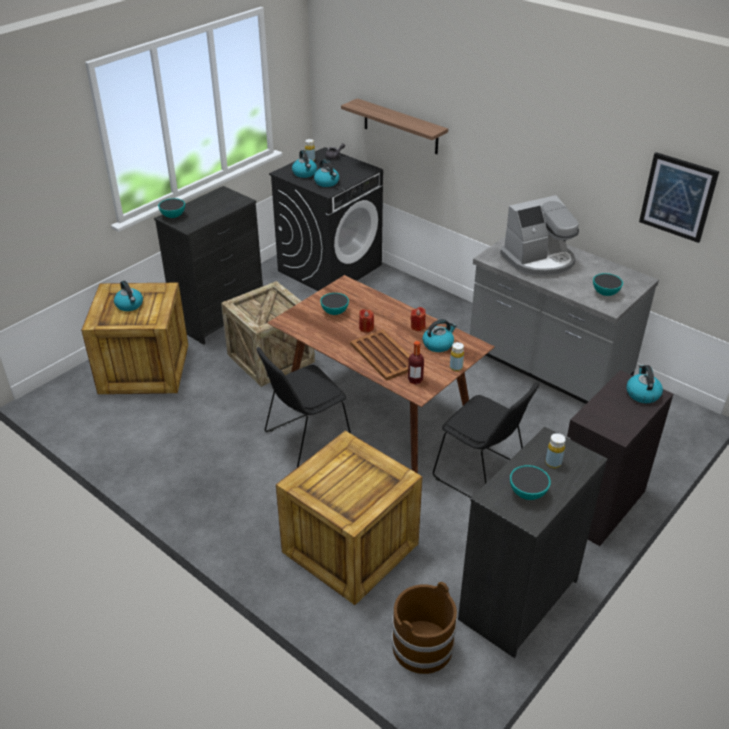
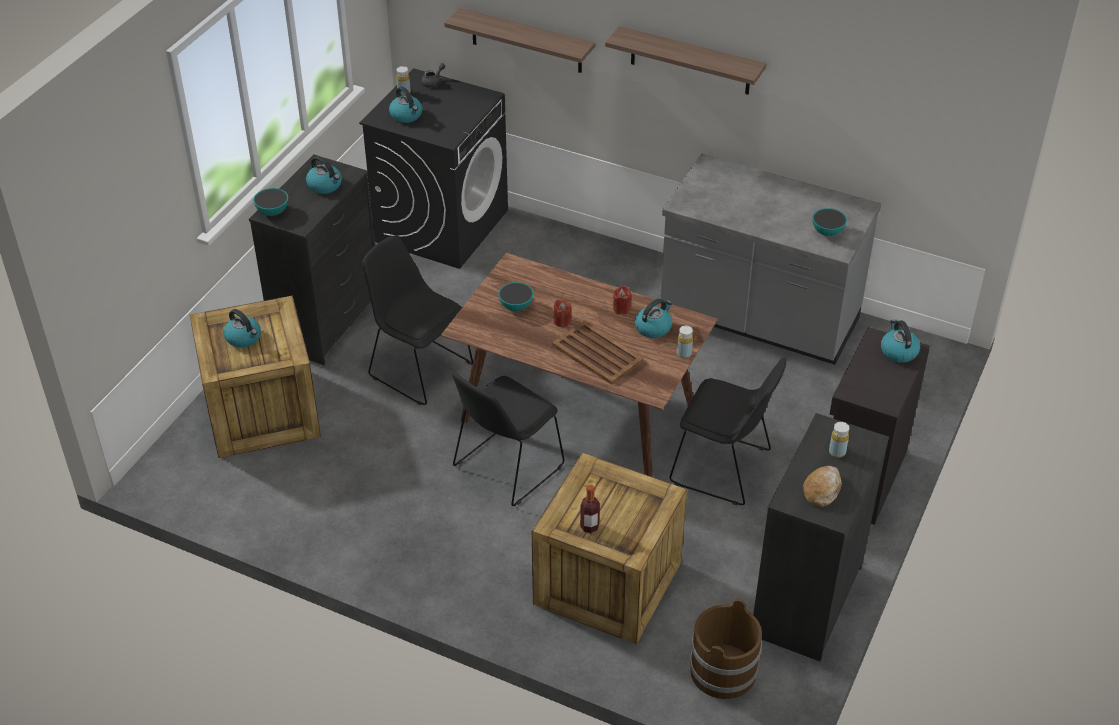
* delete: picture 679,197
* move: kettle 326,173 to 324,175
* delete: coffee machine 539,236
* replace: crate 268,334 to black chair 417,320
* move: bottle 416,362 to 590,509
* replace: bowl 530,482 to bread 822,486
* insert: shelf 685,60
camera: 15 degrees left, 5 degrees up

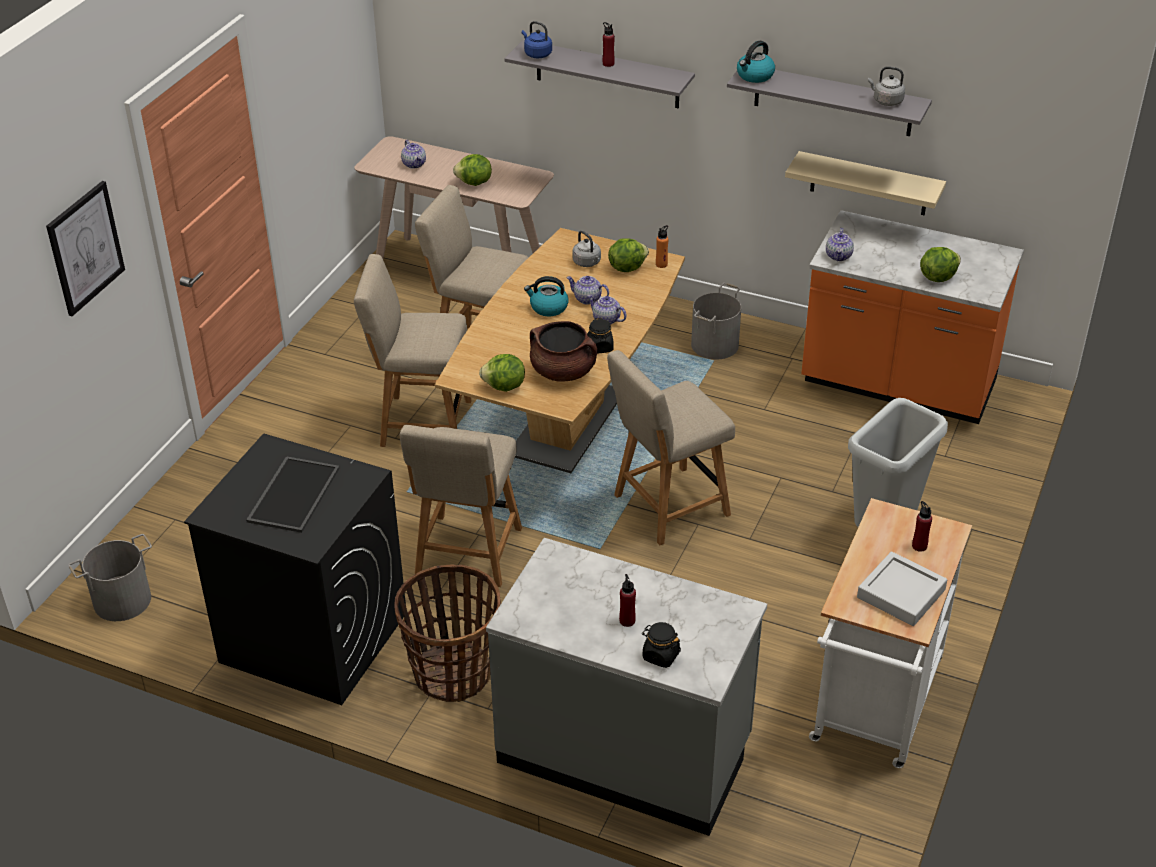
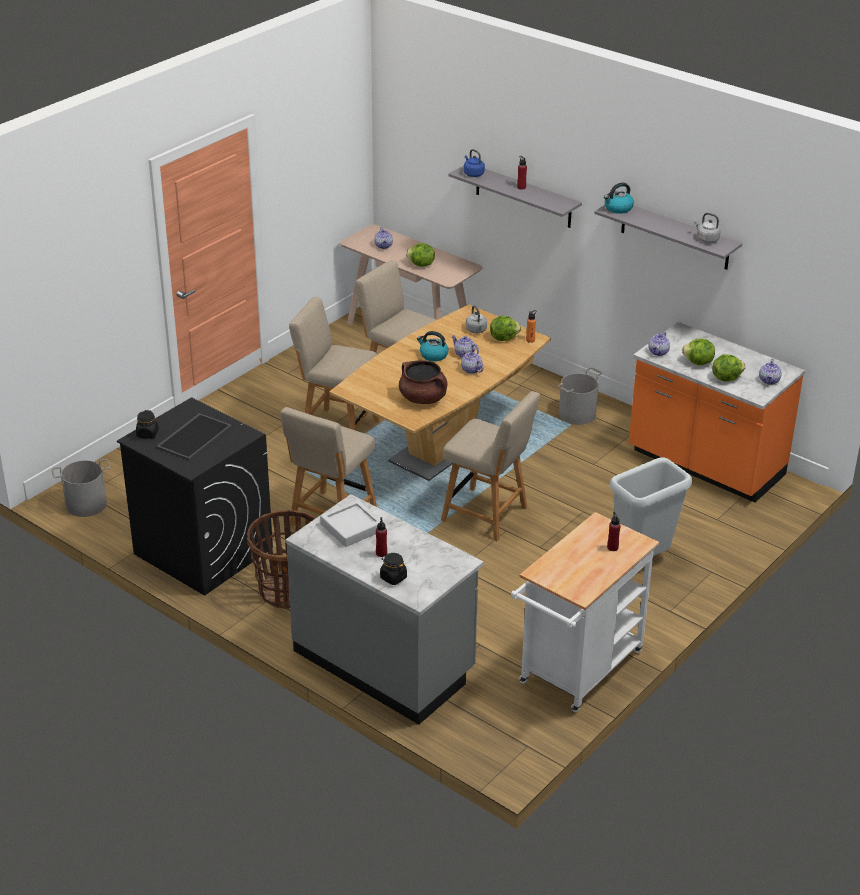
* delete: beige shelf 865,183
* delete: picture 85,248
* move: black jar 600,336 to 147,424
* rotate: beige chair 671,447 = 490,466 135 degrees counterclockwise
* move: lettuce 502,373 to 698,352
* move: grey tray 902,588 to 352,523
* insert: teapot 770,372
camera: 15 degrees right, 5 degrees down

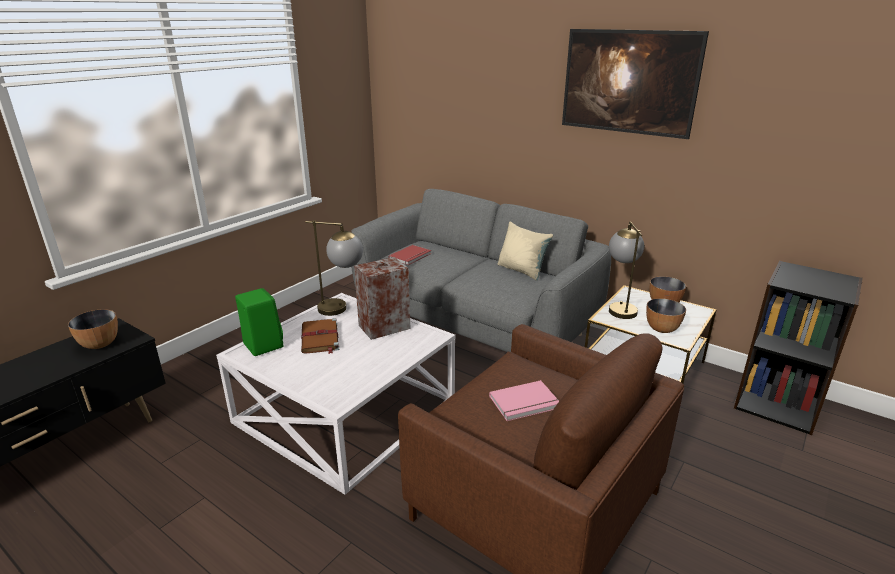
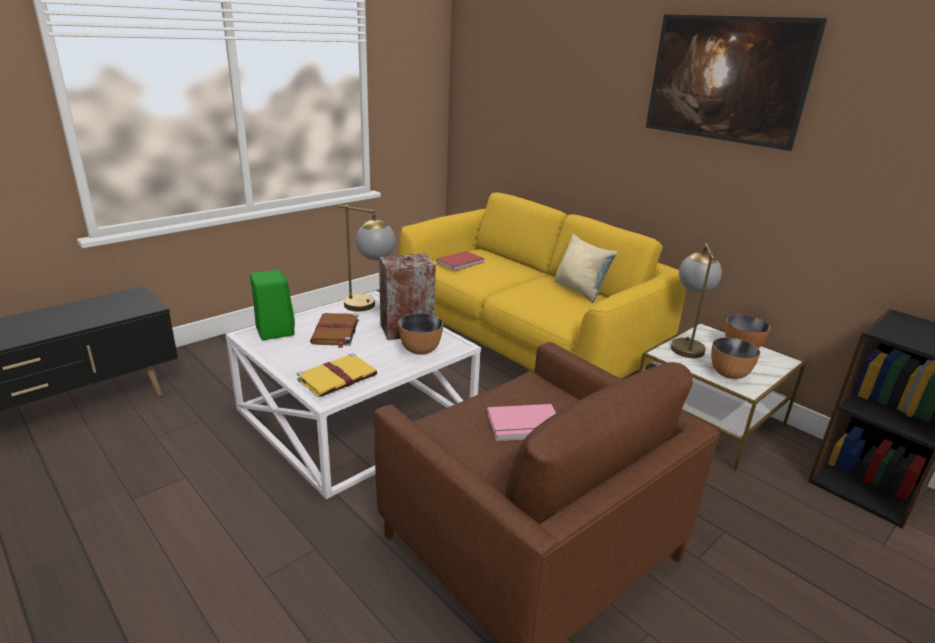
* recolor: grey sofa 481,270 to yellow sofa 542,286
* move: bowl 93,329 to 420,334
* insert: yellow book 337,375
camera: 10 degrees right, 0 degrees up

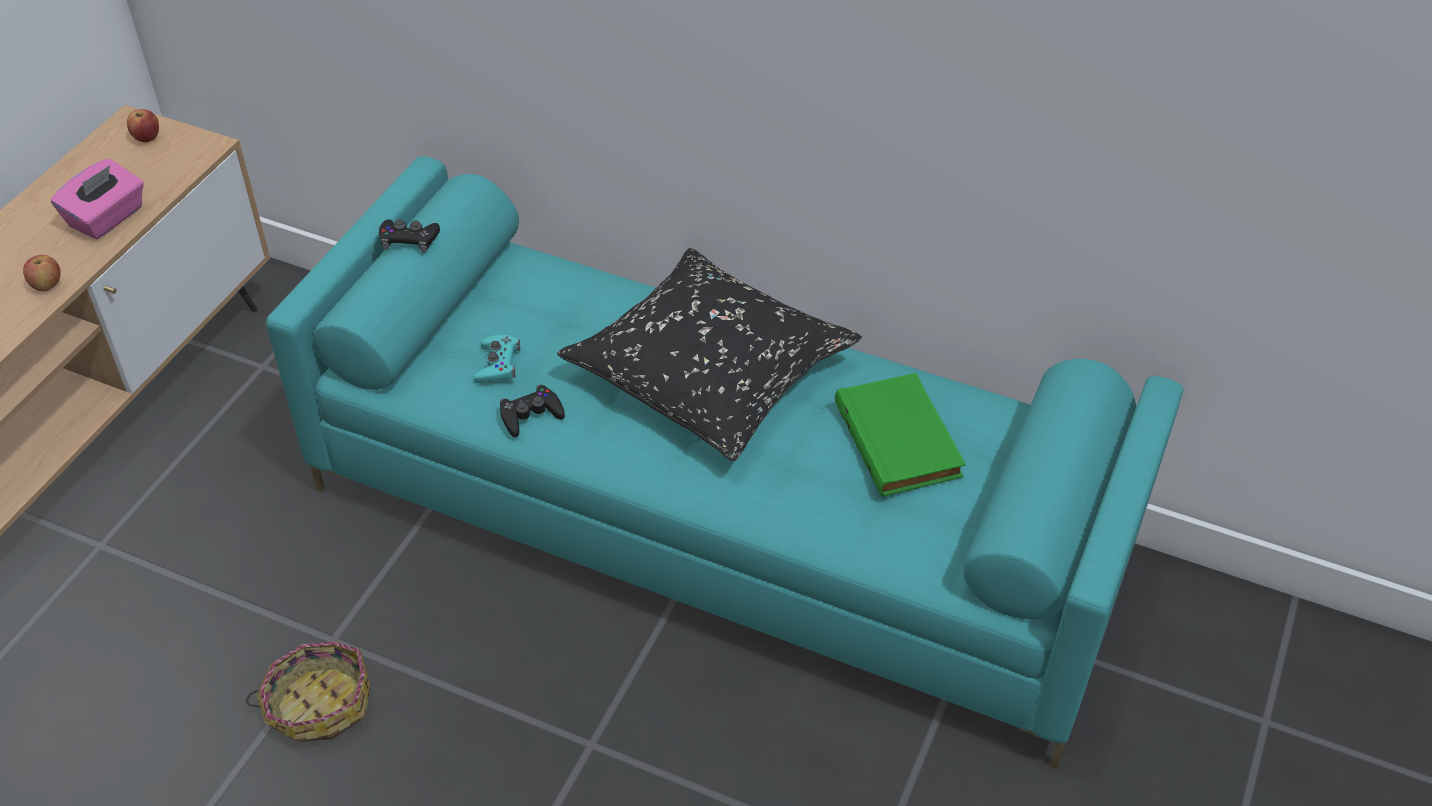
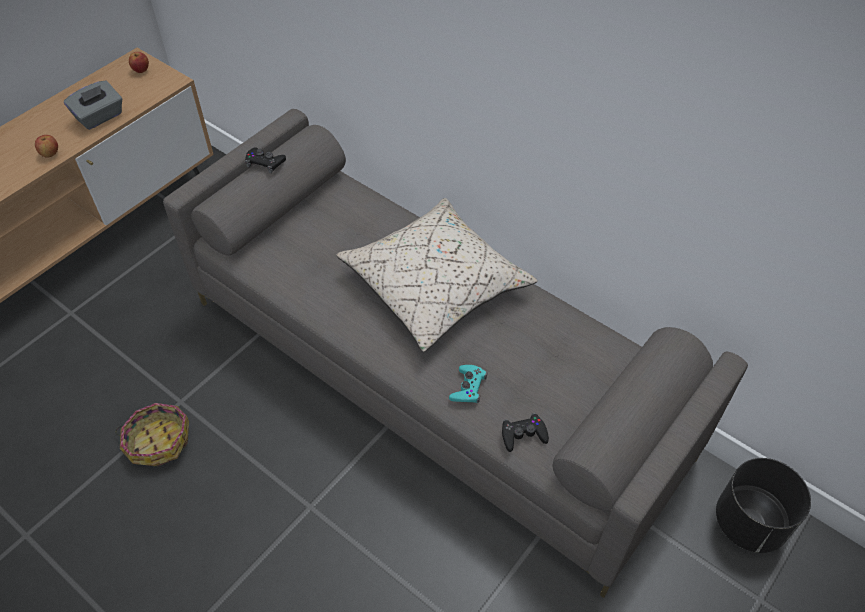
* recolor: turquoise sofa 724,462 to grey sofa 455,353
* recolor: pink tissue box 97,199 to grey tissue box 93,105
* recolor: black pillow 710,354 to beige pillow 437,275
* move: turquoise game controller 497,359 to 468,384
* delete: green book 900,435
* move: black game controller 532,410 to 525,432
* insert: black planter 763,505
camera: 15 degrees right, 5 degrees up

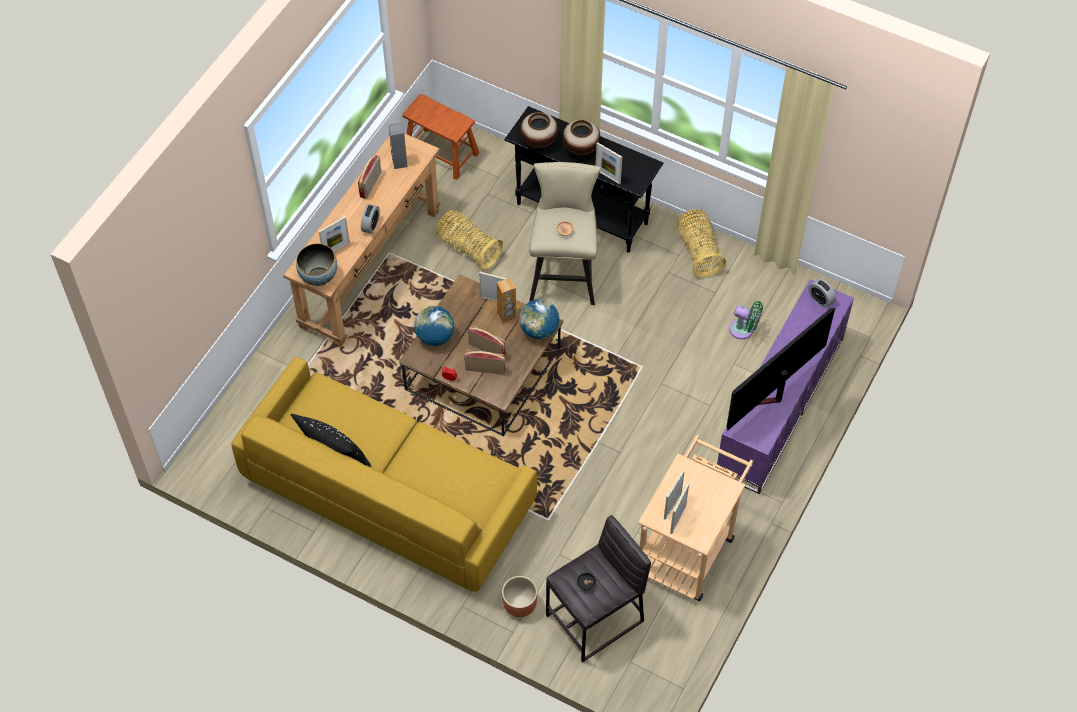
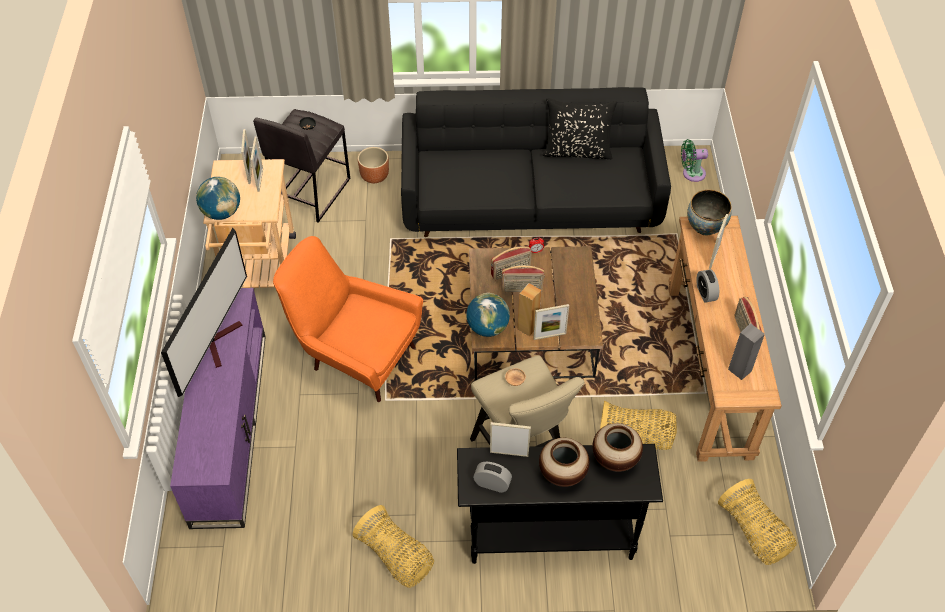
* replace: brown stool 440,137 to basket 757,522
* move: alarm clock 822,293 to 492,477
* move: green fan 746,320 to 694,160
* move: globe 434,326 to 218,198
* recolor: yellow sofa 384,474 to black sofa 536,162
* insert: orange armchair 348,319
camera: 150 degrees right, 5 degrees down

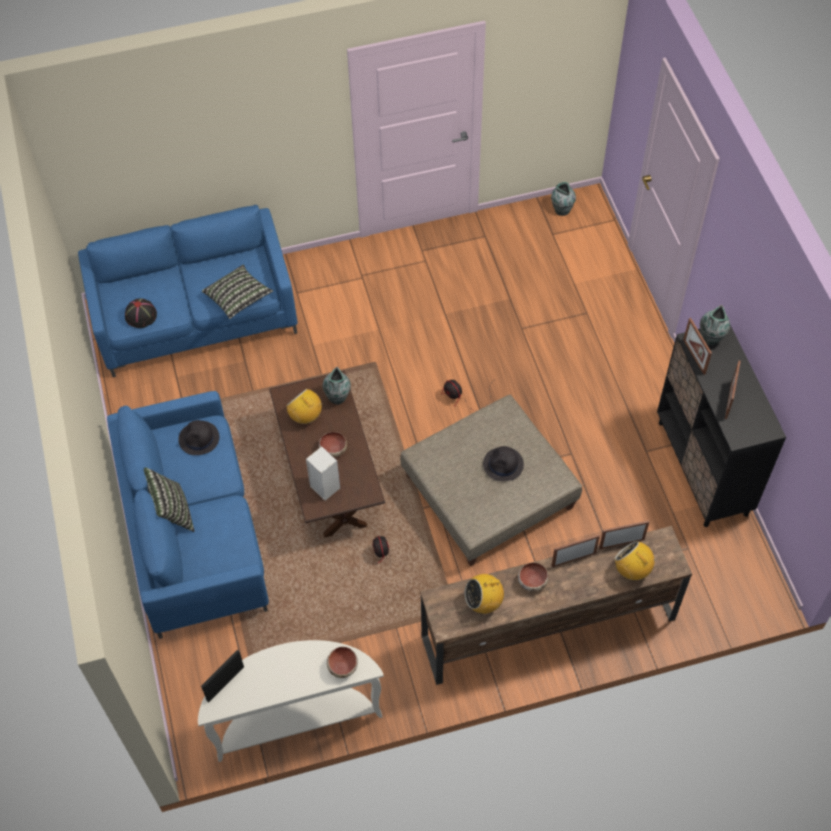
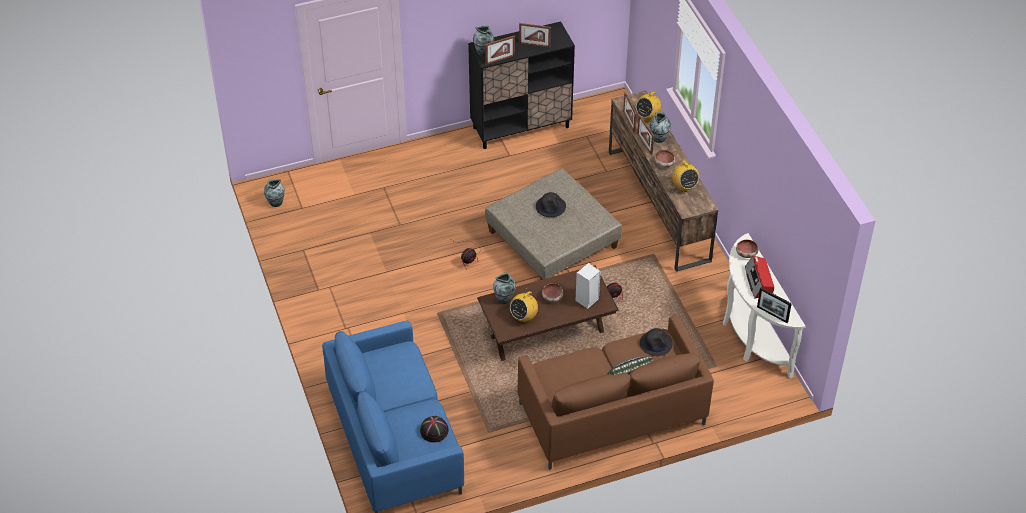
* delete: pillow 237,291
* recolor: blue sofa 188,515 to brown sofa 615,392
* move: black hat 198,437 to 656,342
* insert: vase 660,127
* insert: radio 759,277
camera: 95 degrees left, 10 degrees down

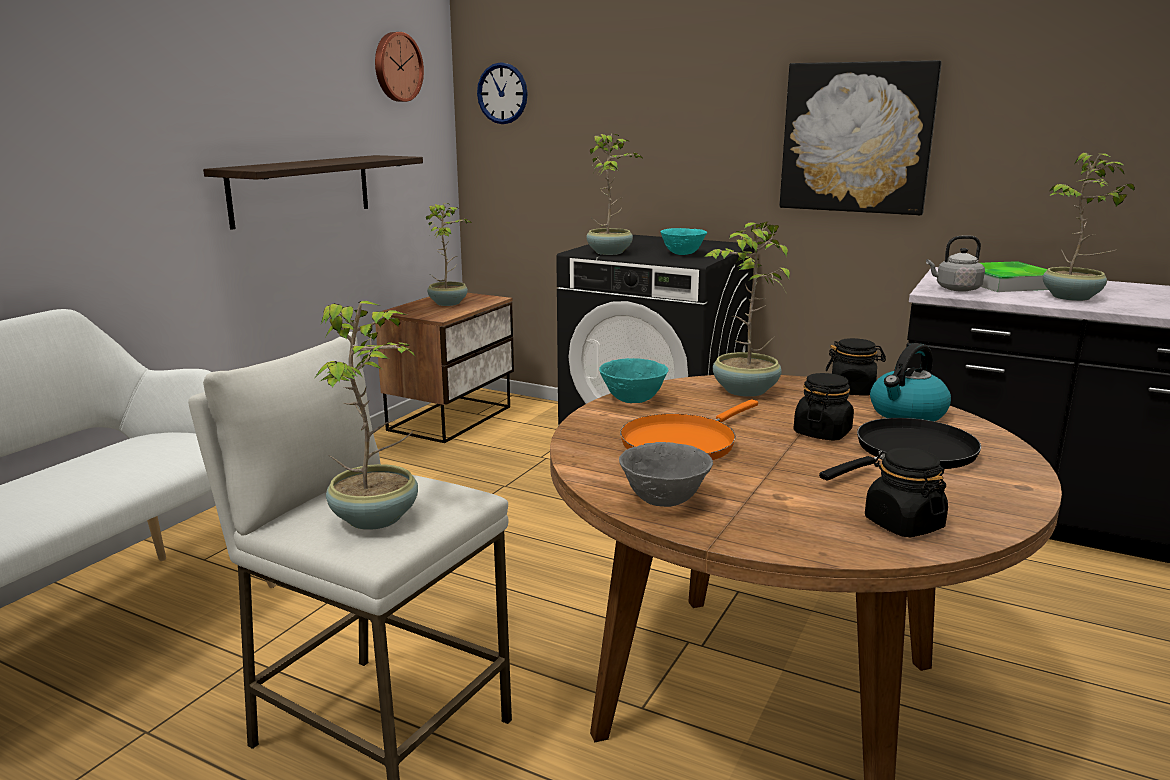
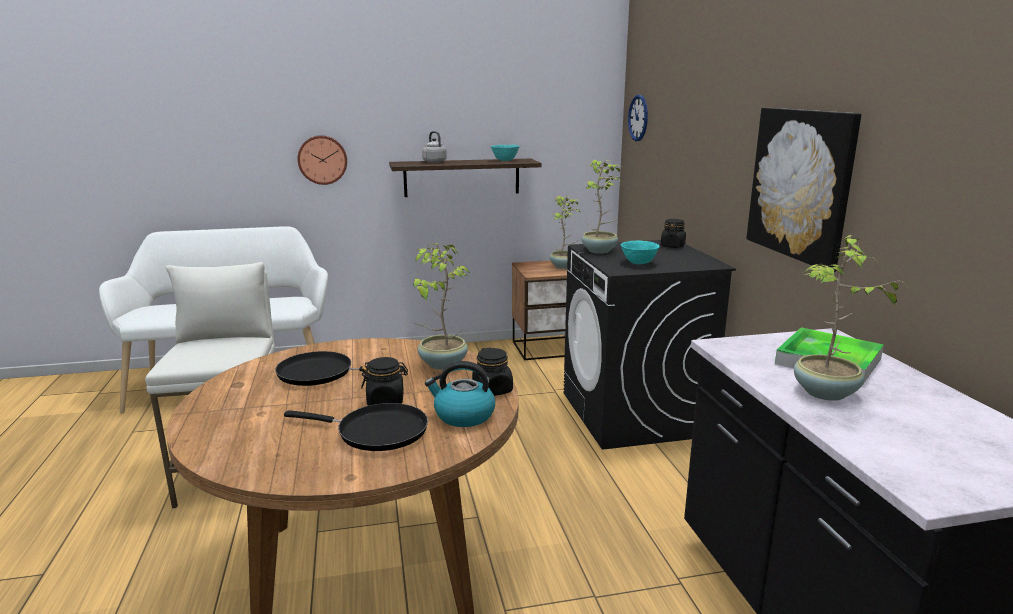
* move: wall clock 399,67 to 322,160
* move: grey kettle 955,263 to 434,147
* delete: potted plant 367,415
* move: turquoise bowl 634,380 to 505,153
* recolor: orange frying pan 689,430 to black frying pan 340,368
* delete: grey bowl 666,474
* move: black jar 906,492 to 673,233
camera: 50 degrees right, 0 degrees up

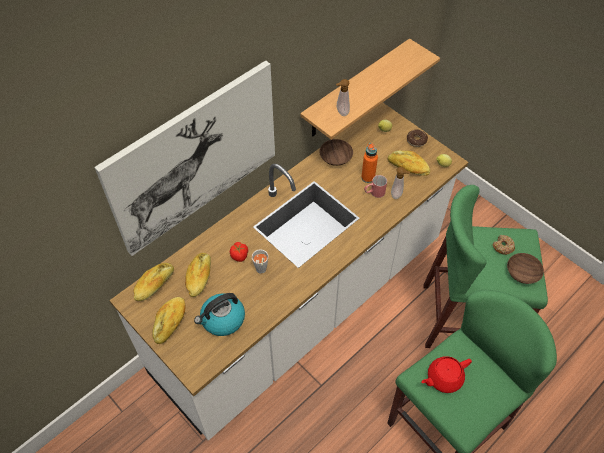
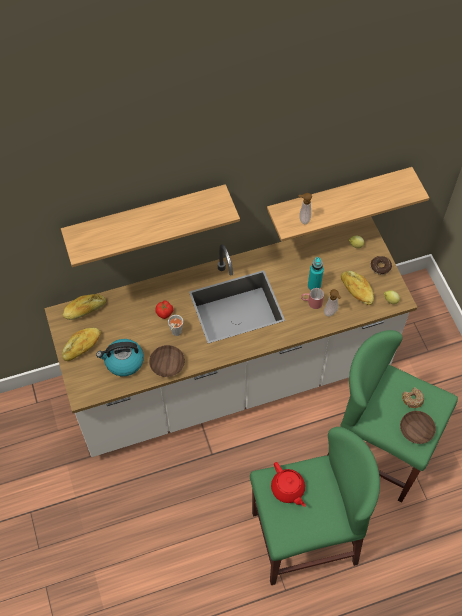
* replace: picture 184,158 to shelf 150,225
* move: brown bowl 336,152 to 167,361
* recolor: orange bottle 369,163 to turquoise bottle 316,273
* delete: bread 198,275
* rotate: red teapot 446,374 = 288,484 120 degrees counterclockwise
camera: 25 degrees right, 5 degrees up

